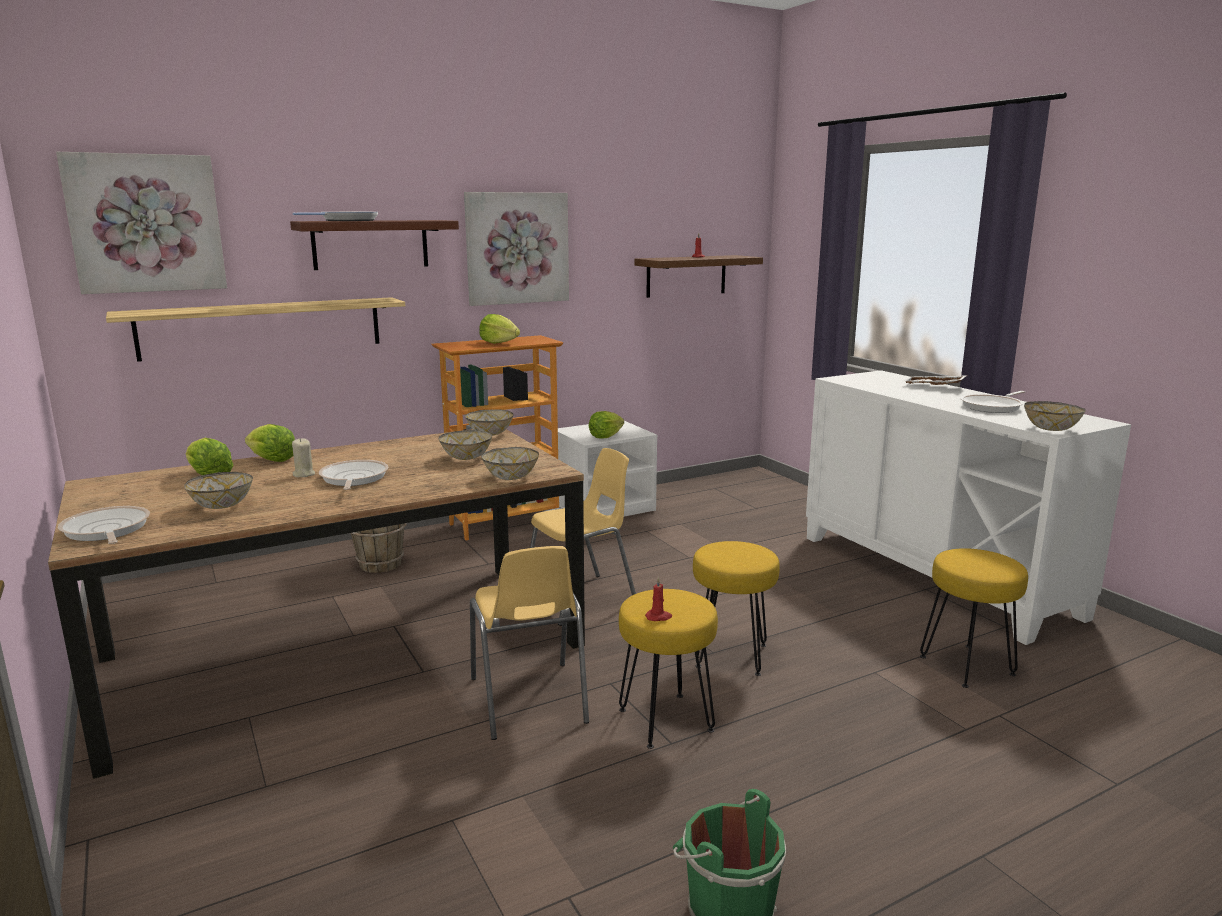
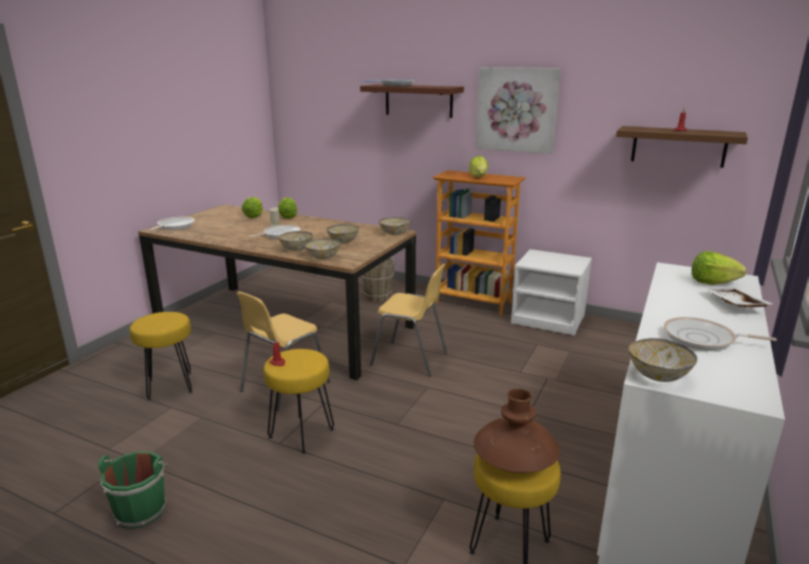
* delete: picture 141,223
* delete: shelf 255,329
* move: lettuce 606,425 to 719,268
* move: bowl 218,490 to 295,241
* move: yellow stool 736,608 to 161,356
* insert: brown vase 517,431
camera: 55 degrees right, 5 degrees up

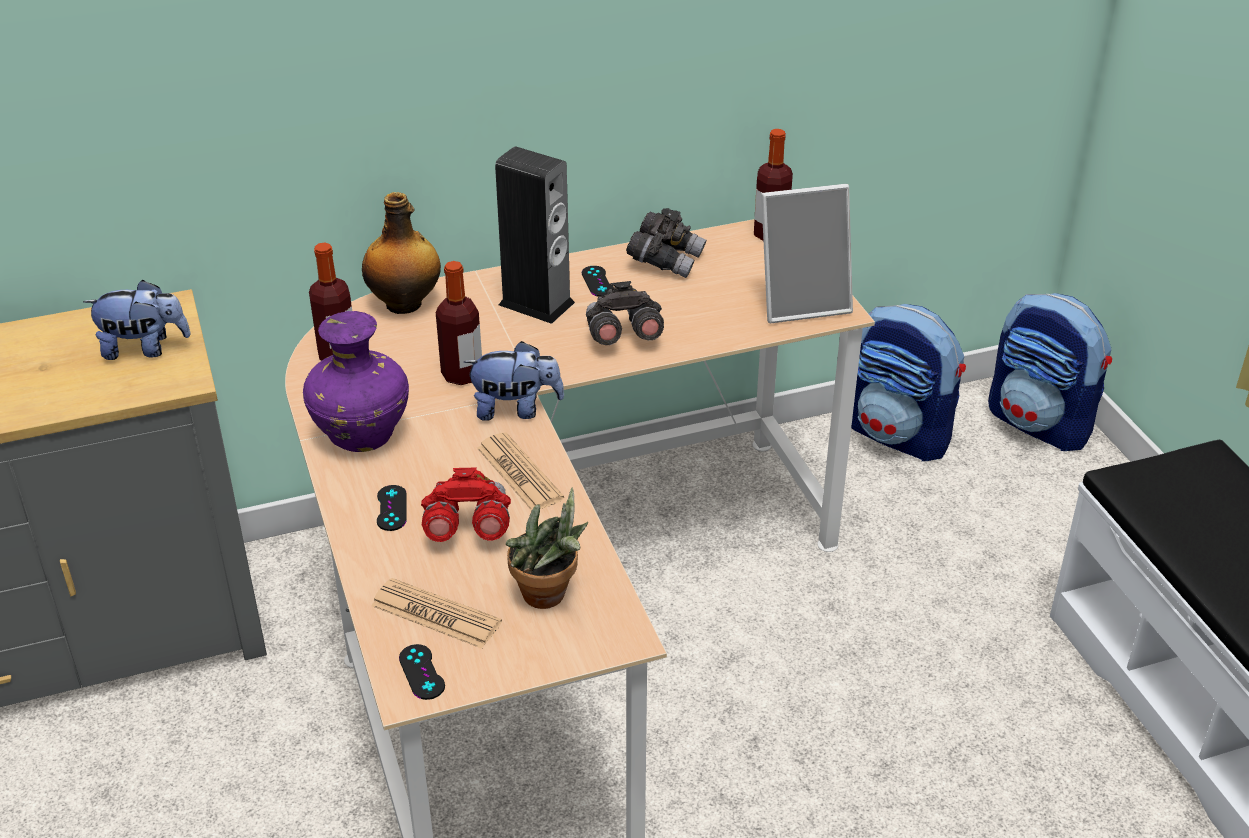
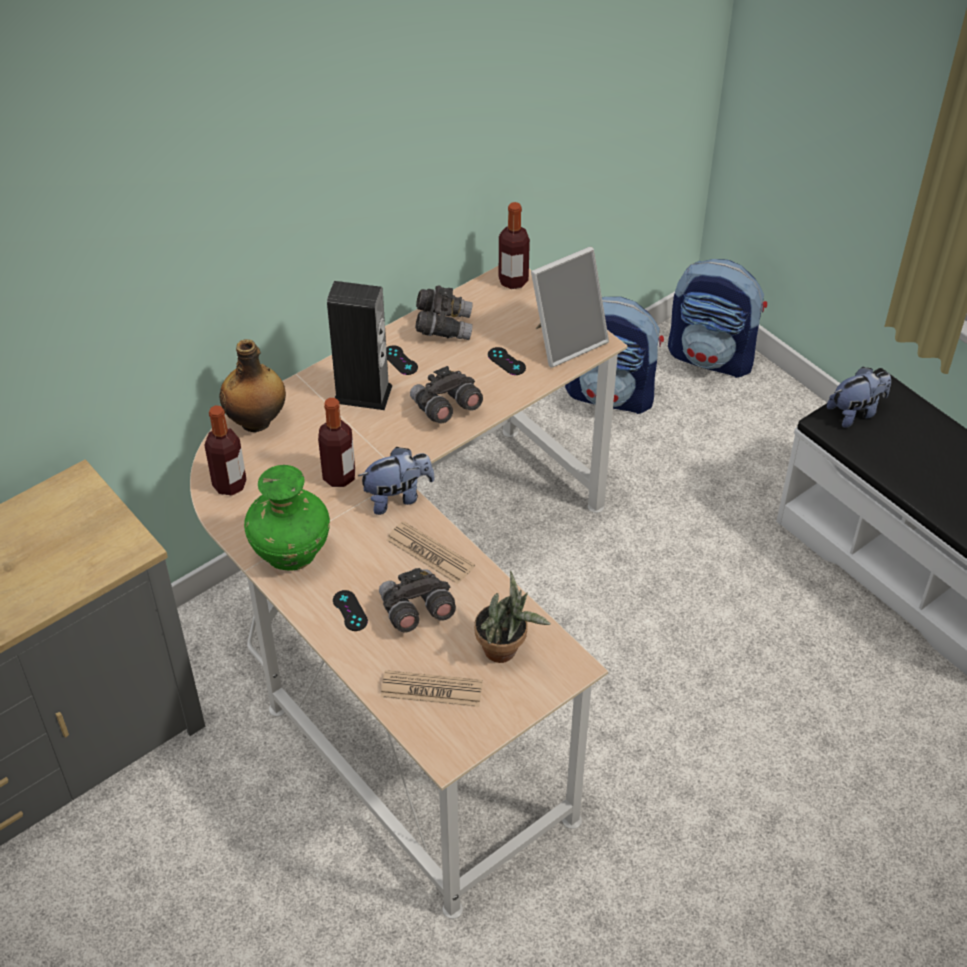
* move: plush toy 136,320 to 859,397
* recolor: purple vase 356,381 to green vase 287,518
* recolor: red binoculars 466,504 to grey binoculars 417,600
* move: black game controller 422,672 to 507,361
camera: 20 degrees left, 10 degrees up

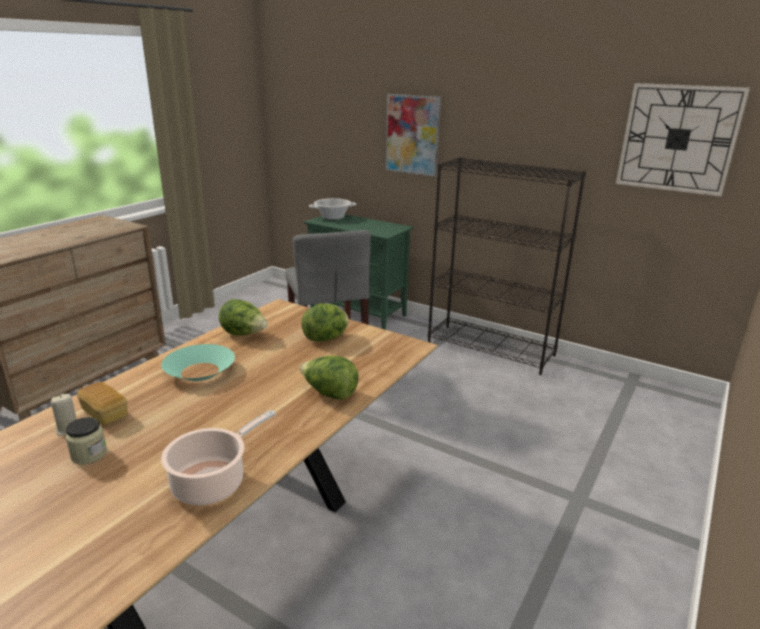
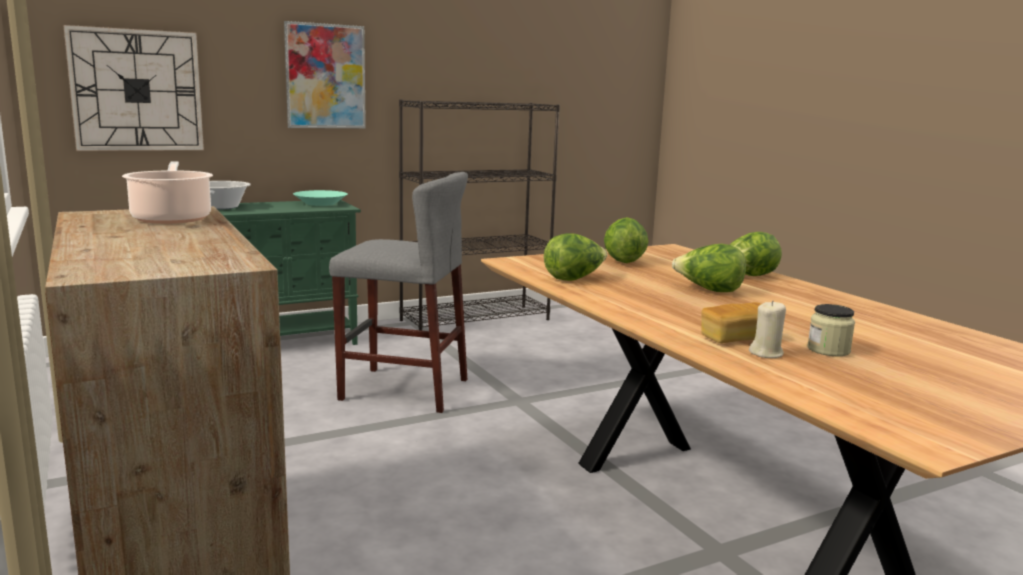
* move: wall clock 683,139 to 133,88
* move: turquoise bowl 198,362 to 320,198
* move: cooking pot 218,457 to 167,193
* insert: lettuce 709,268
camera: 60 degrees left, 10 degrees down

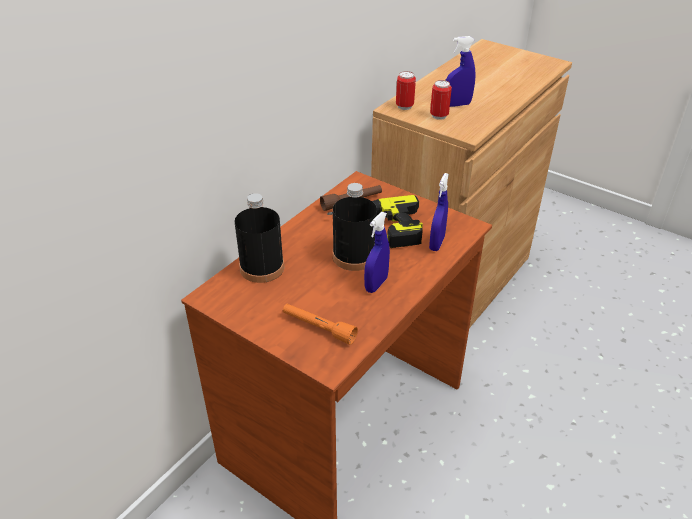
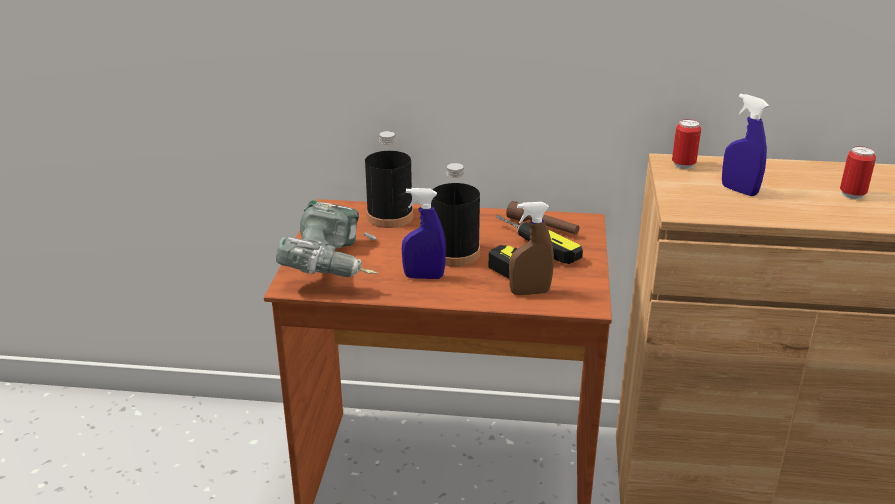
* move: can 441,100 to 858,172
* recolor: blue spray bottle 439,212 to brown spray bottle 531,248
* replace: orange flashlight 320,324 to power drill 327,238
camera: 60 degrees right, 10 degrees down

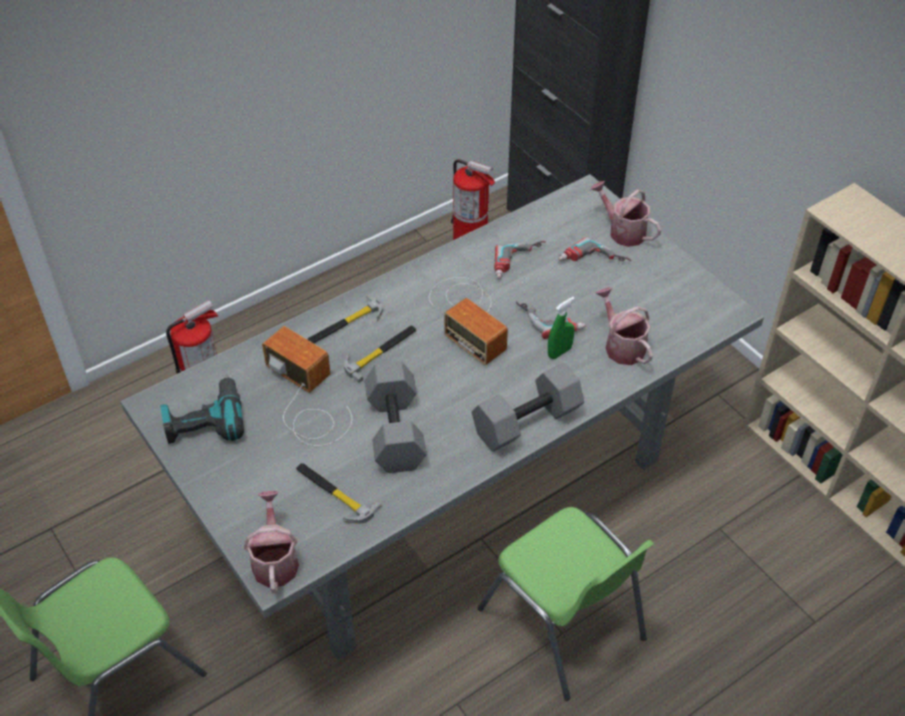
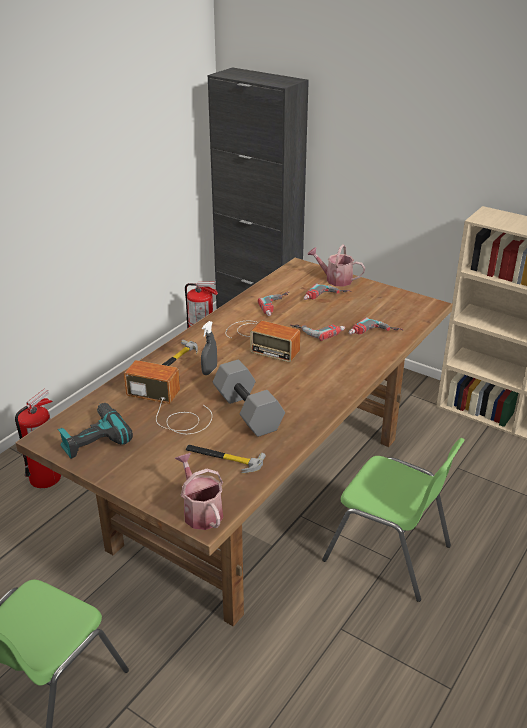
* recolor: grey dining table 442,417 to brown dining table 234,442
* replace: watering can 624,326 to power drill 376,326
* delete: green spray bottle 561,328
* replace: hammer 380,354 to grey spray bottle 209,348
* delete: grey dumbbell 528,407
camera: 20 degrees left, 15 degrees down

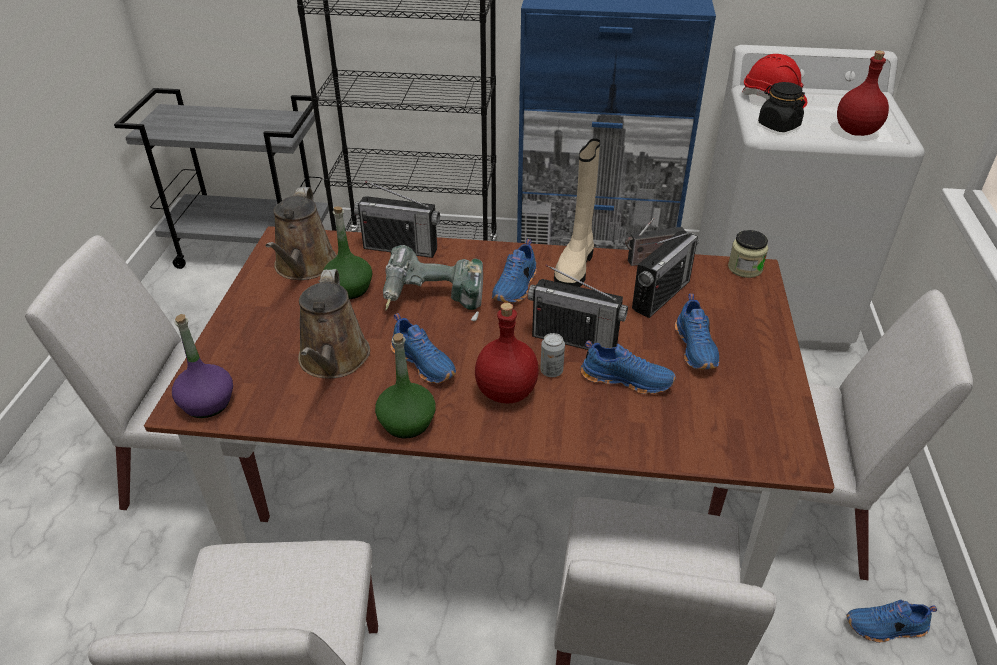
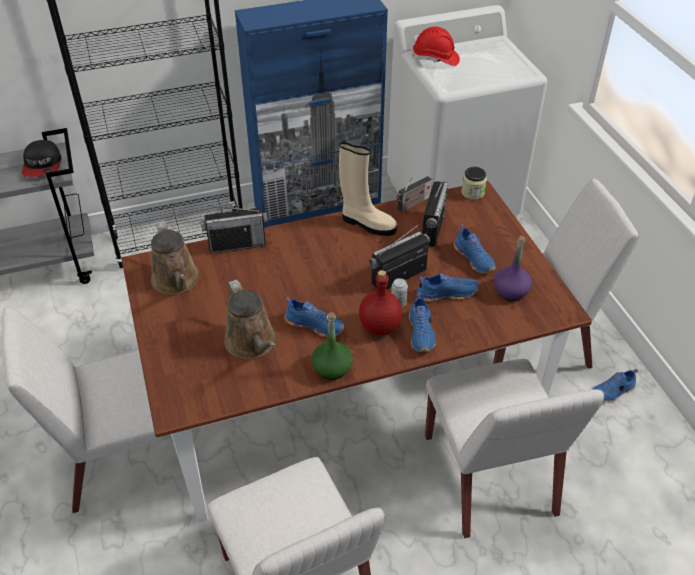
* delete: red bottle 863,93
* delete: black jar 781,107
* rotate: beige boot 577,212 = 368,189 60 degrees counterclockwise
* delete: green bottle 347,252
* move: blue shoe 514,271 to 422,322
* delete: power drill 433,283
* rotate: radio 578,307 = 399,256 150 degrees clockwise
* move: purple bottle 202,366 to 513,268
* insert: cap 41,158
camera: 25 degrees left, 5 degrees up

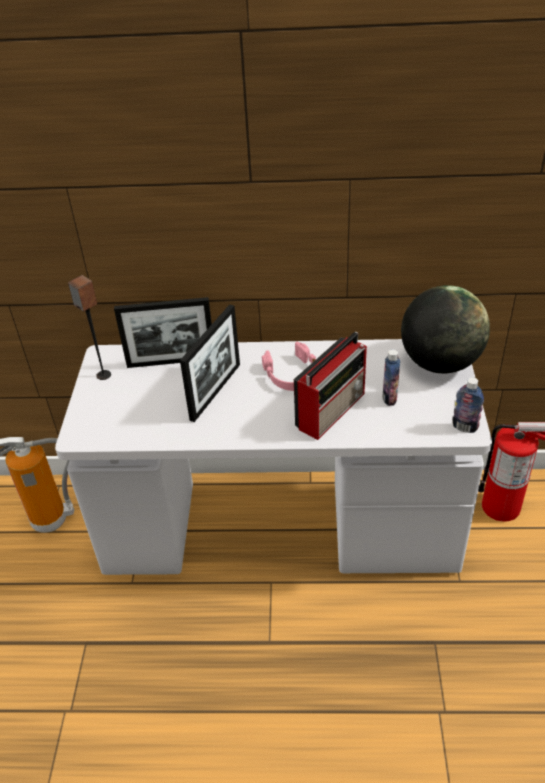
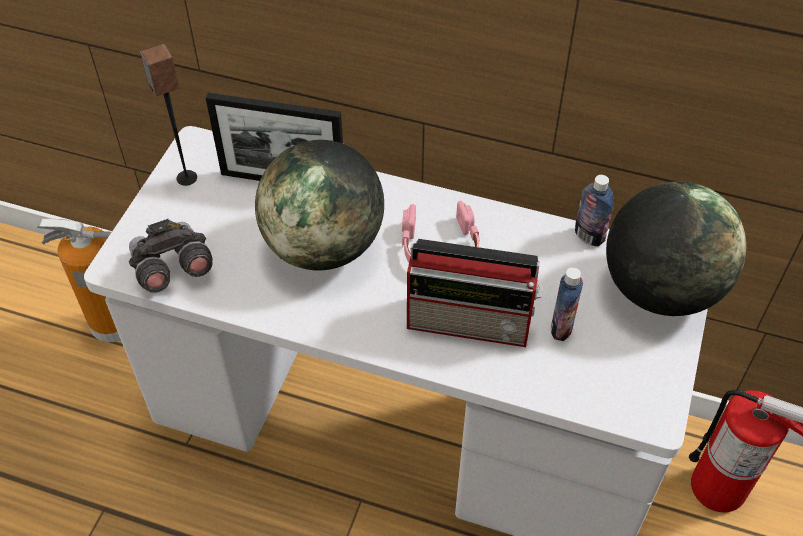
* replace: picture frame 210,363 to globe 319,205
* rotate: radio 330,386 = 475,293 45 degrees clockwise
* move: bottle 468,405 to 594,210
* insert: grey binoculars 171,256
camera: 15 degrees right, 10 degrees up

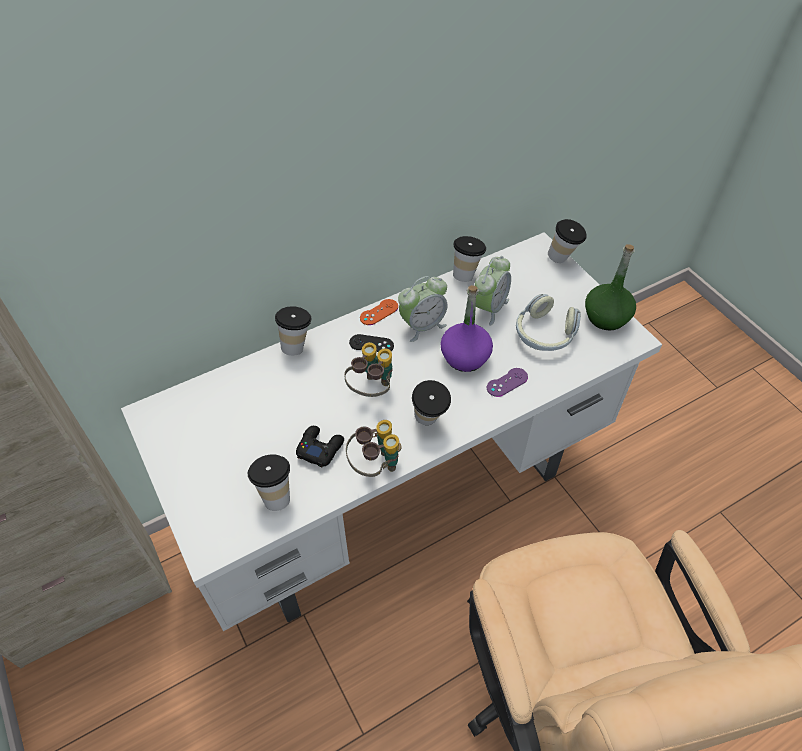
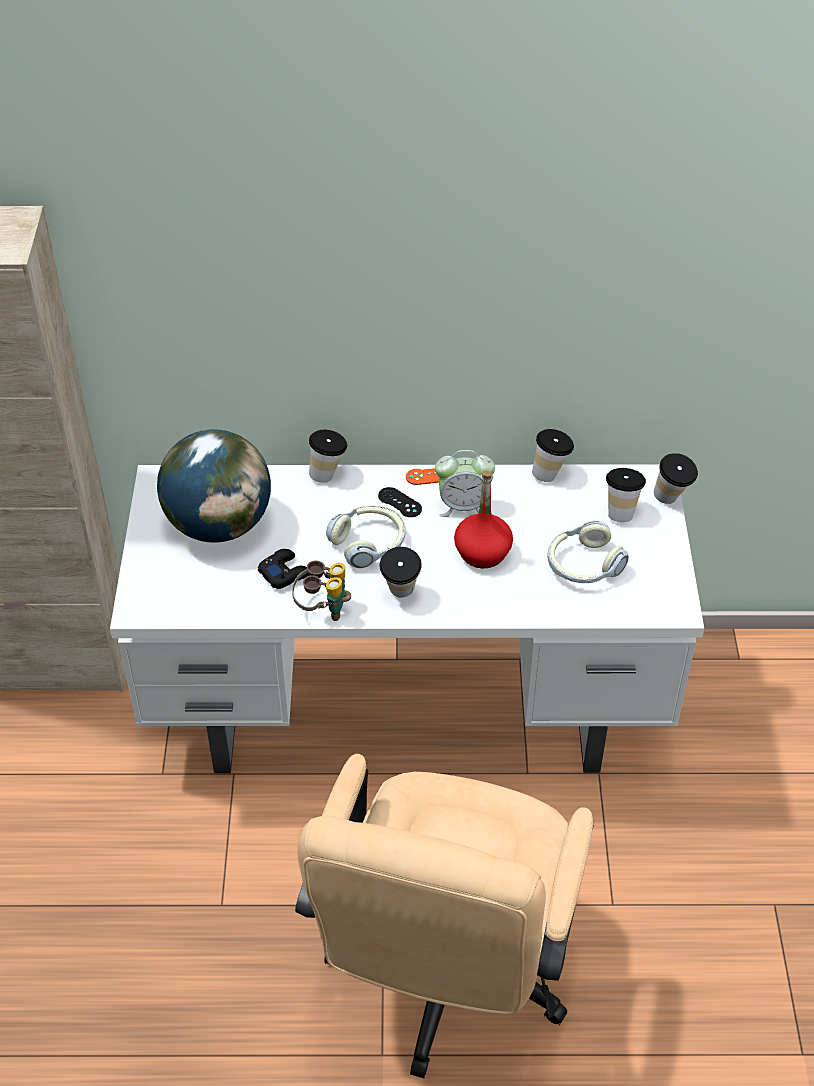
* delete: green bottle 610,287
* delete: alarm clock 493,291
* recolor: purple bottle 466,328 to red bottle 483,519
* replace: binoculars 368,369 to headphones 365,537
* delete: purple game controller 507,382
* move: cup 269,482 to 626,495
* insert: globe 214,486
camera: 30 degrees right, 5 degrees down

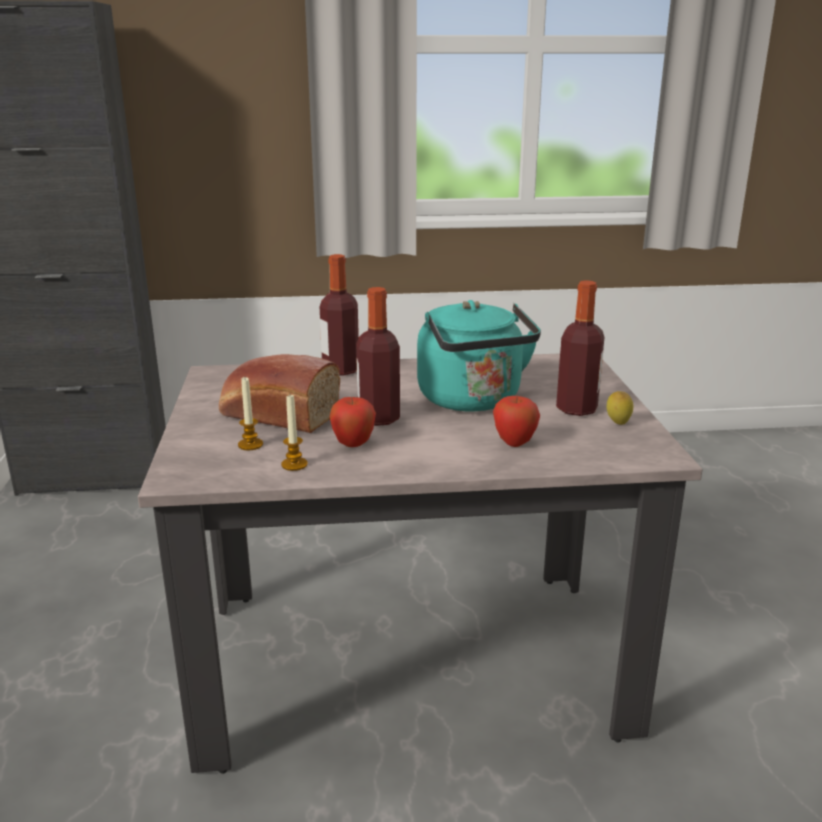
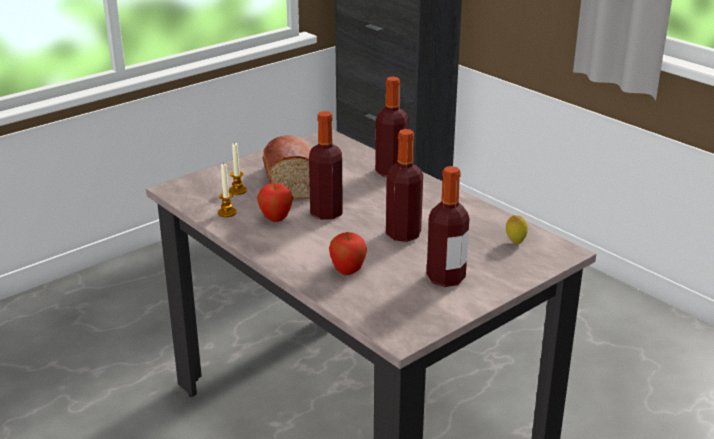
* replace: turquoise kettle 479,356 to bottle 404,185
* move: lemon 620,408 to 517,229
camera: 55 degrees right, 5 degrees up

